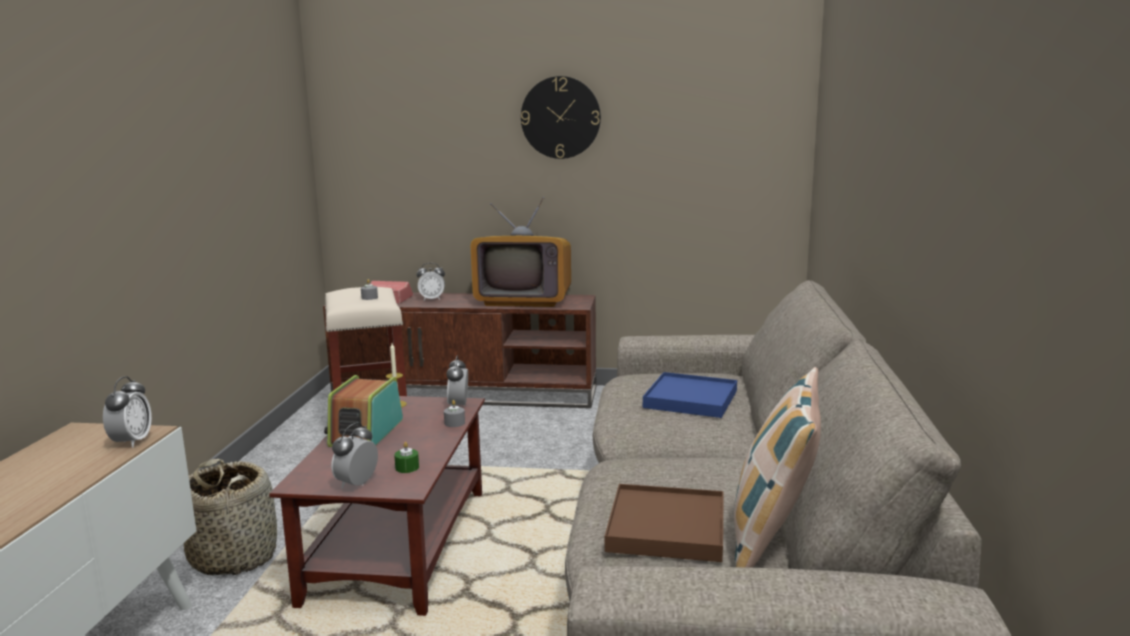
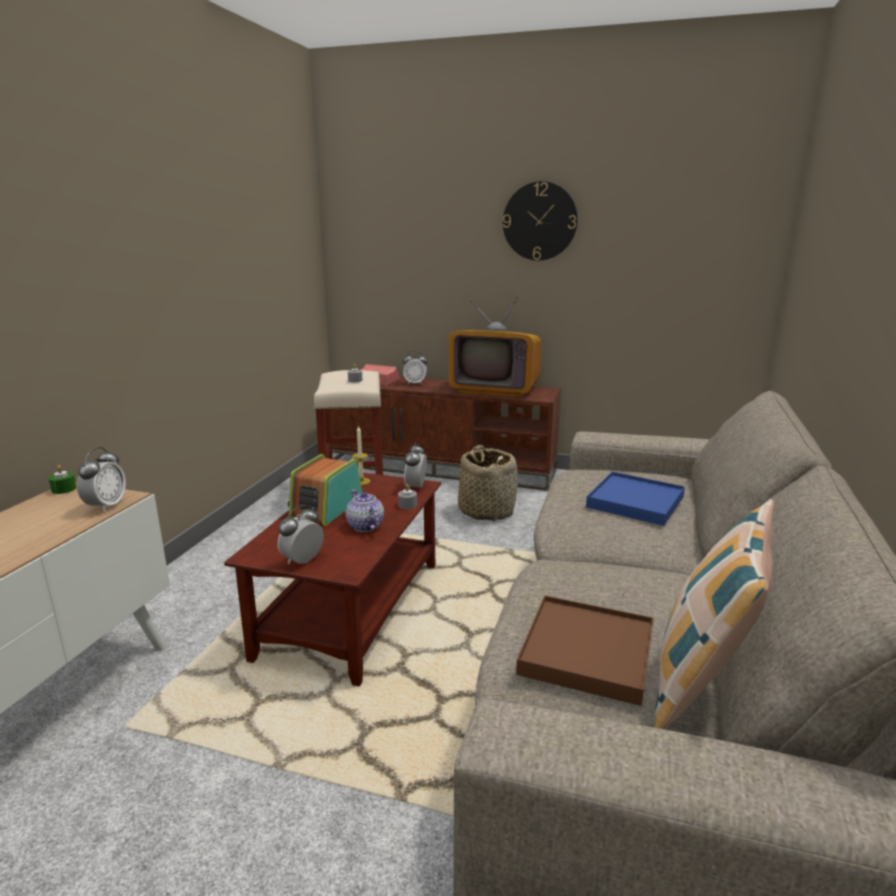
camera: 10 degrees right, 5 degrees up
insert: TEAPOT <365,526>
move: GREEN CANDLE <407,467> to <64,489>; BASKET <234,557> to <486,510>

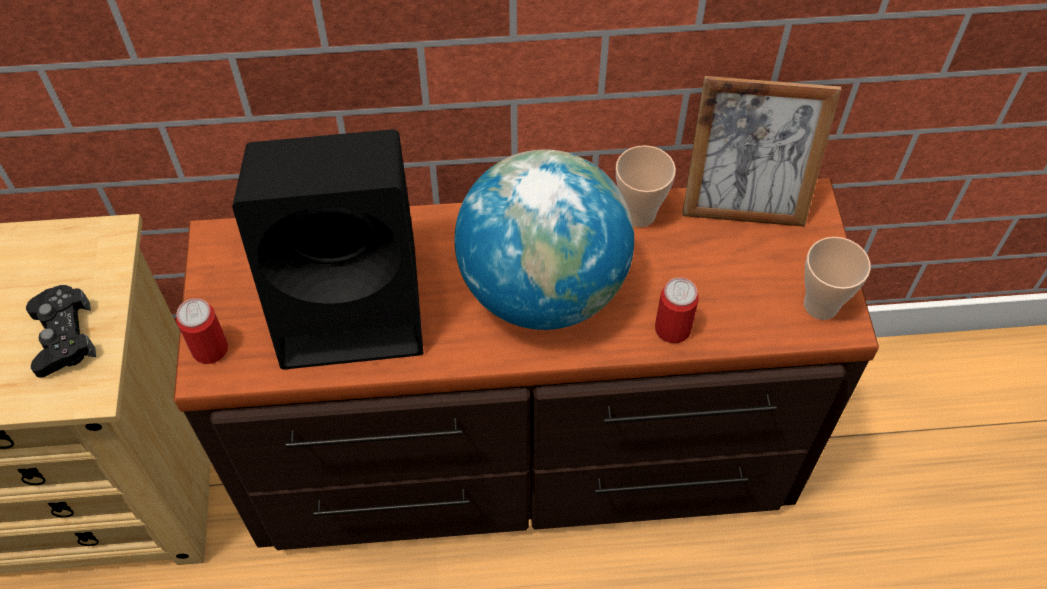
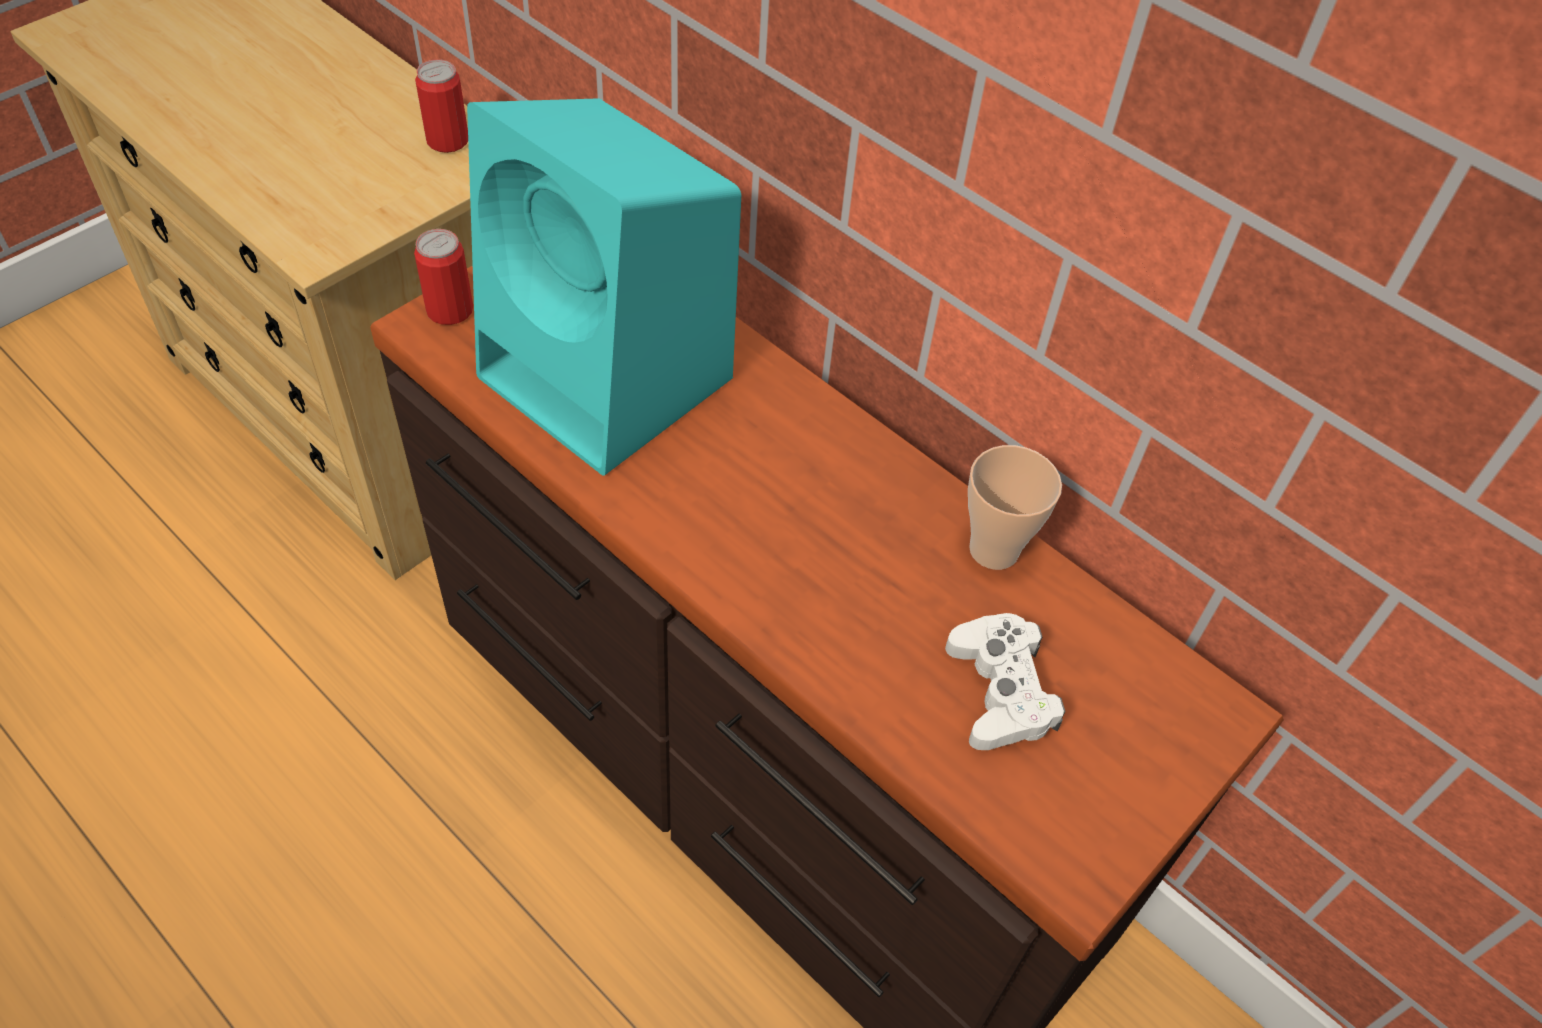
camera: 45 degrees right, 5 degrees down
delete: BLACK GAME CONTROLLER <63,337>; GLOBE <542,288>; PICTURE FRAME <743,207>; CUP <821,305>
insert: WHITE GAME CONTROLLER <1000,691>
move: CAN <672,328> to <448,140>
recolor: BLACK SPEAKER <355,302> to TURQUOISE SPEAKER <612,380>

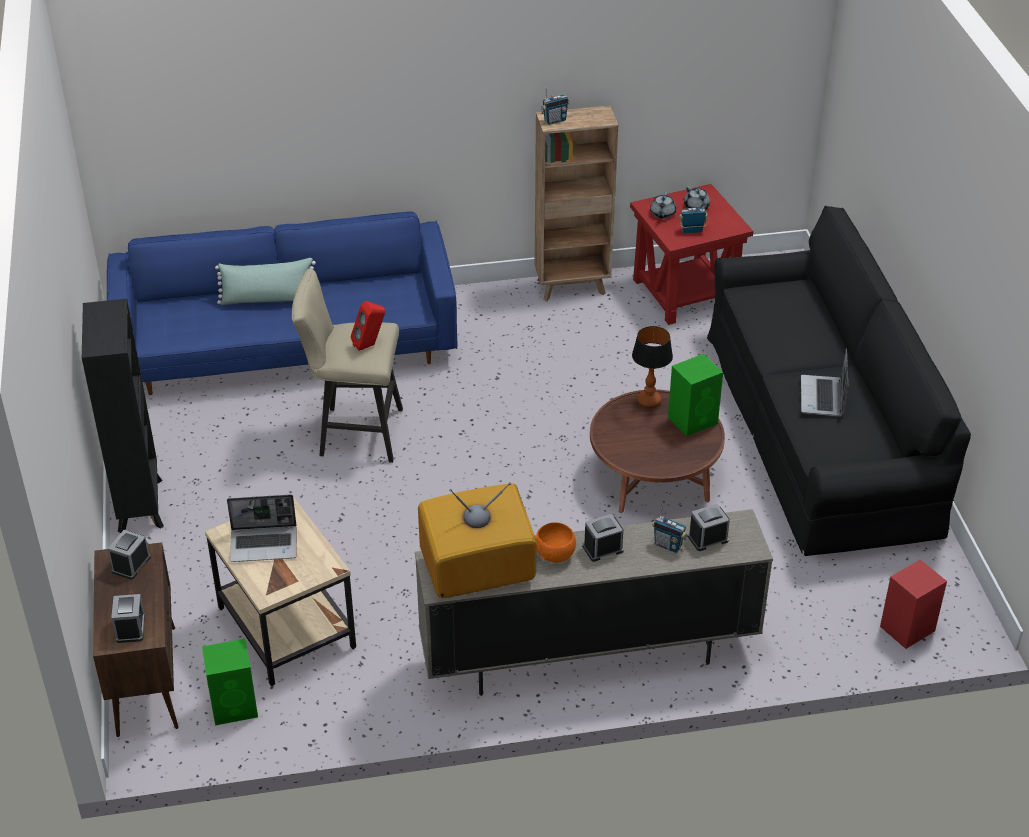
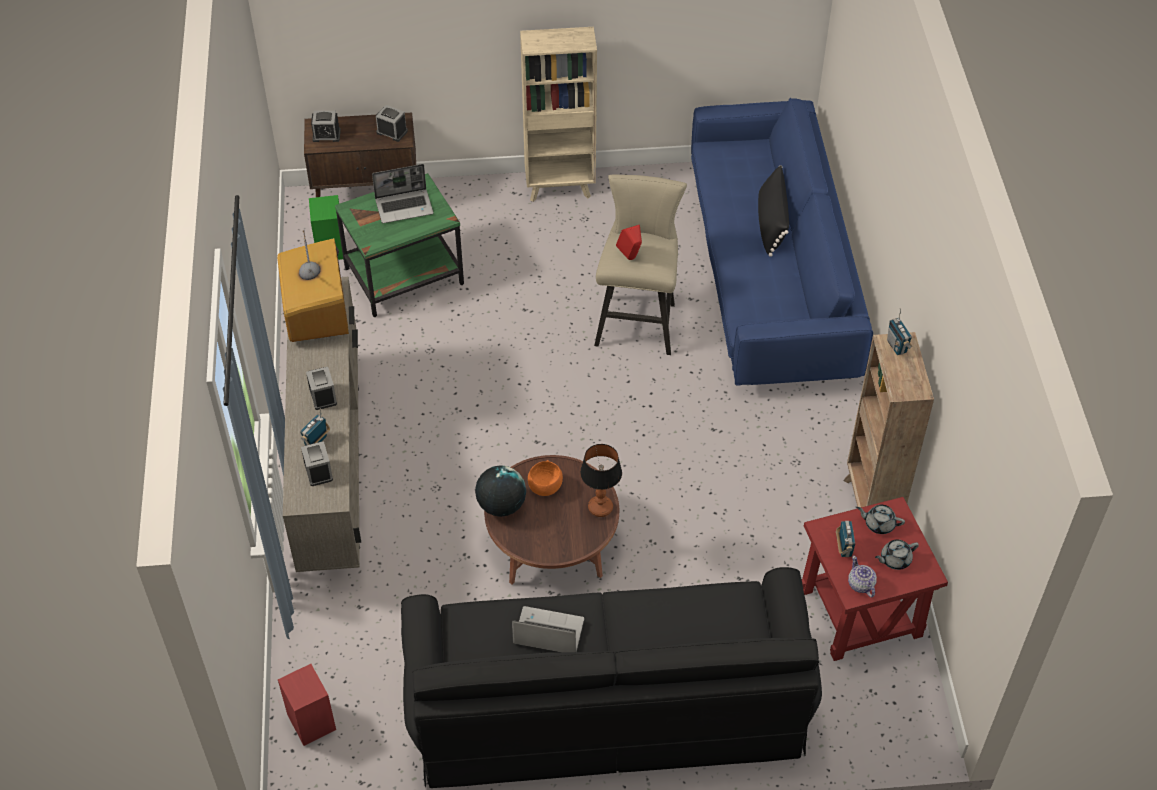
camera: 95 degrees right, 10 degrees up
delete: GREEN SPEAKER <693,420>
insert: GLOBE <501,505>; TEAPOT <860,585>
move: ORANGE BOWL <555,555> to <545,488>
recolor: BEIGE SIDE TABLE <285,629> to GREEN SIDE TABLE <404,276>; BLACK BOOKCASE <140,504> to BEIGE BOOKCASE <560,187>; GREEN PILLOW <268,300> to BLACK PILLOW <771,223>
rotate: LAPTOP <264,544> = <405,206> 105 degrees counterclockwise

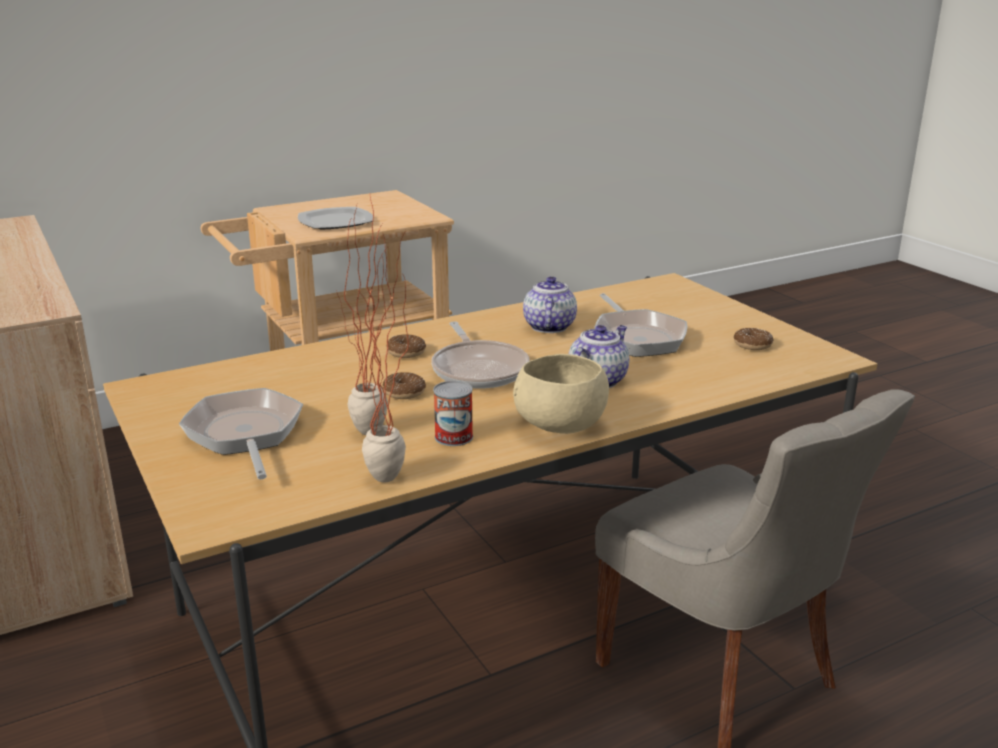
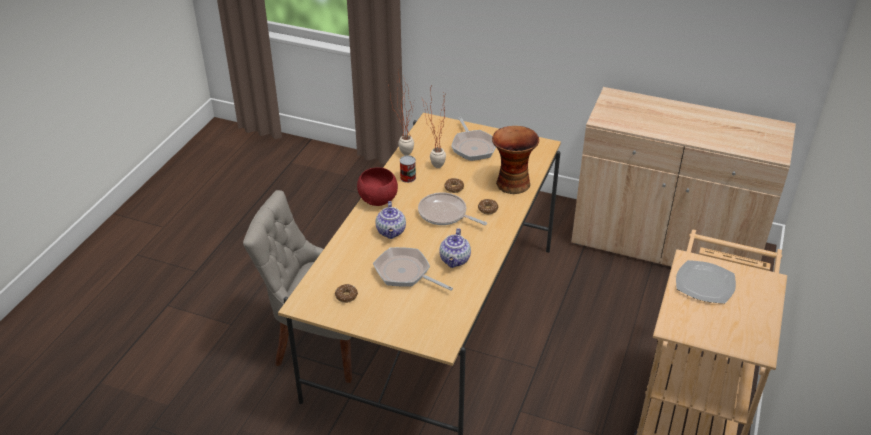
camera: 140 degrees right, 15 degrees up
insert: VASE <512,183>
recolor: BEIGE BOWL <559,427> to RED BOWL <378,199>
rotate: TEAPOT <548,326> = <455,260> 45 degrees clockwise; FRYING PAN <245,435> = <473,146> 45 degrees clockwise

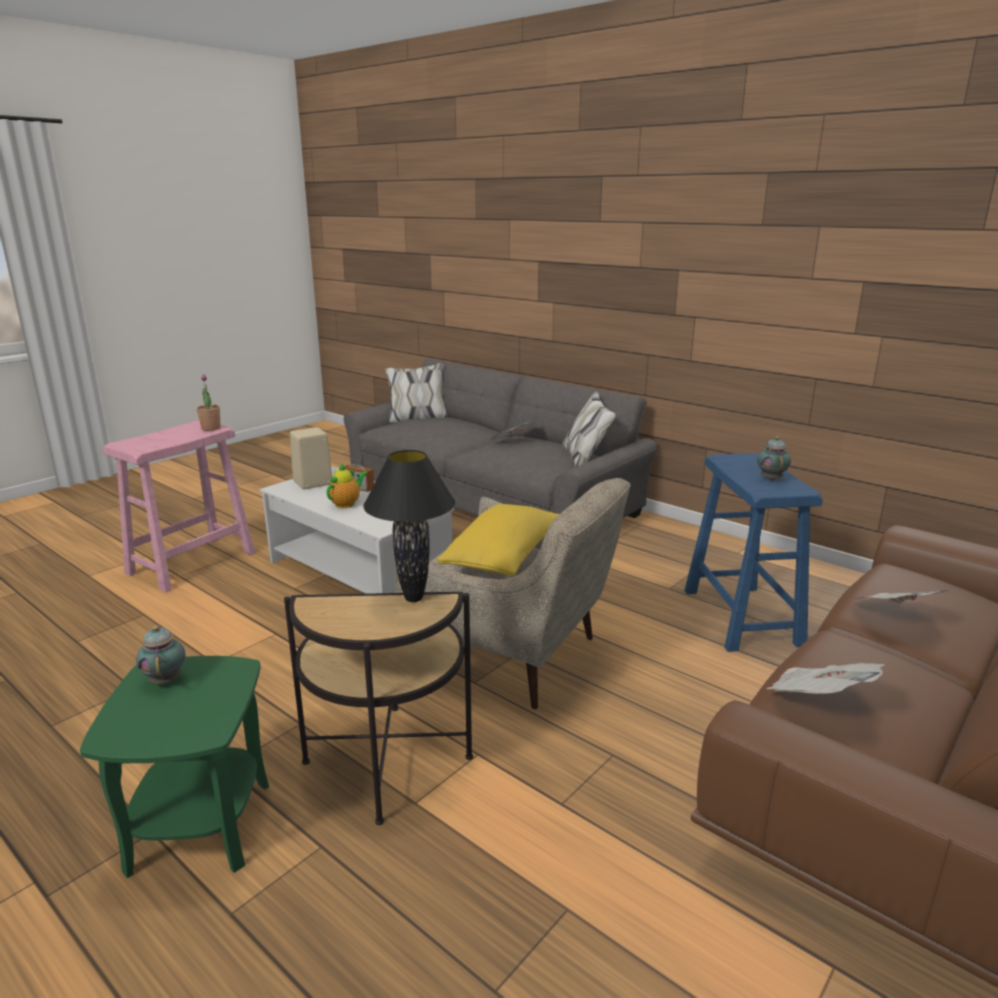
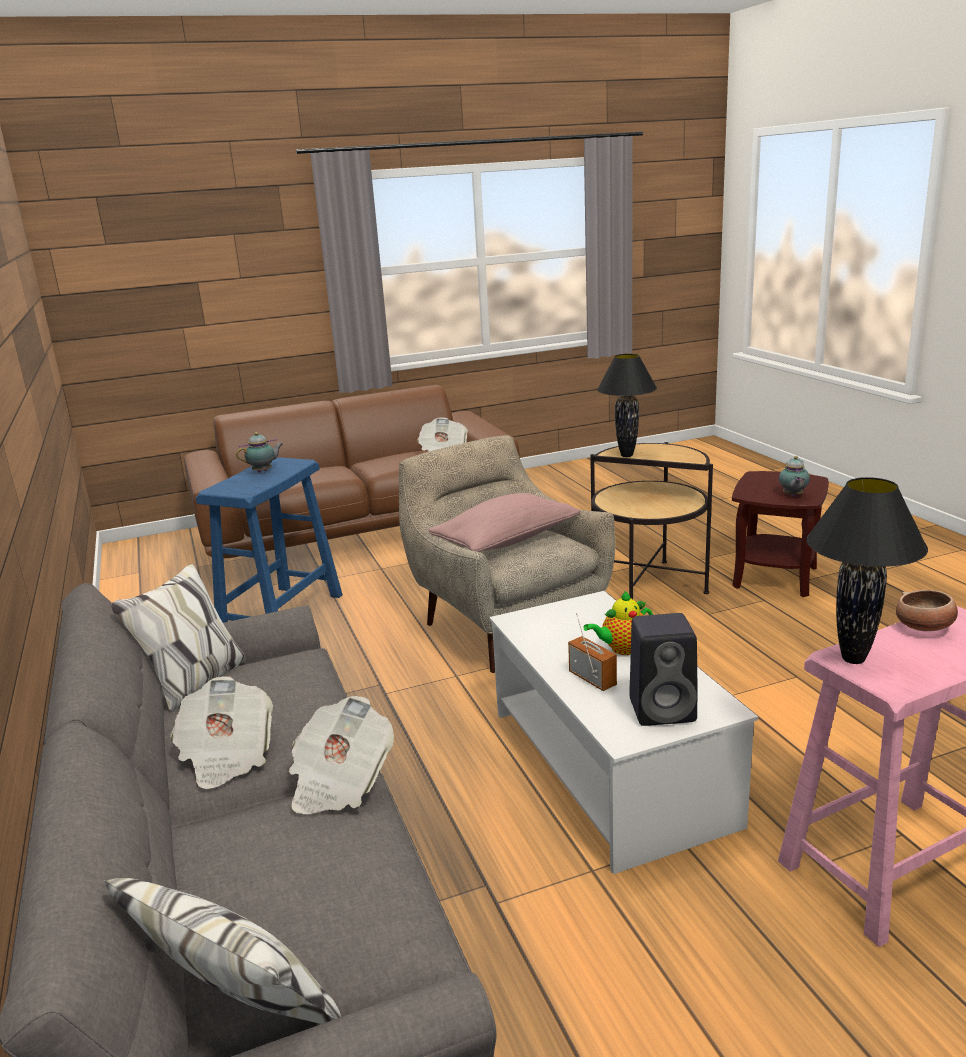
camera: 150 degrees left, 0 degrees up
insert: BOWL <924,627>
move: NEWSPAPER <892,615> to <340,781>
replace: POTTED PLANT <211,428> to BLACK TABLE LAMP <852,658>
recolor: YELLOW PILLOW <504,557> to PINK PILLOW <506,541>; BEIGE SPEAKER <311,483> to BLACK SPEAKER <664,709>; GREEN SIDE TABLE <201,826> to BROWN SIDE TABLE <774,577>
rotate: TEAPOT <771,478> = <264,471> 150 degrees counterclockwise

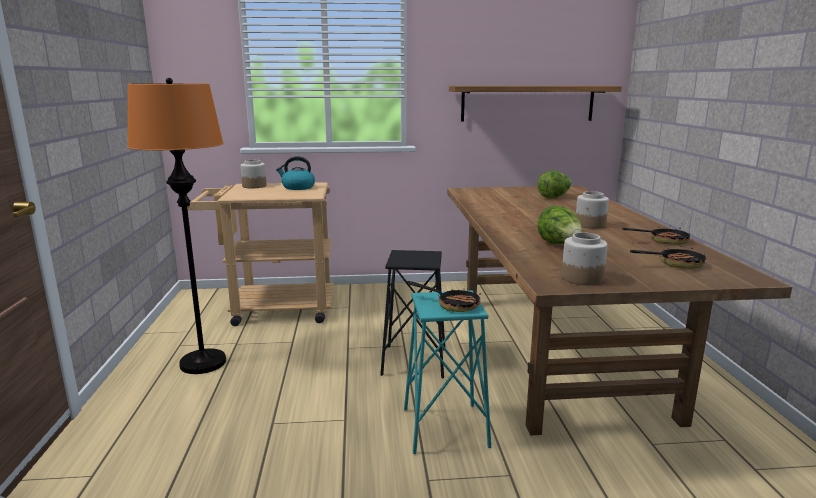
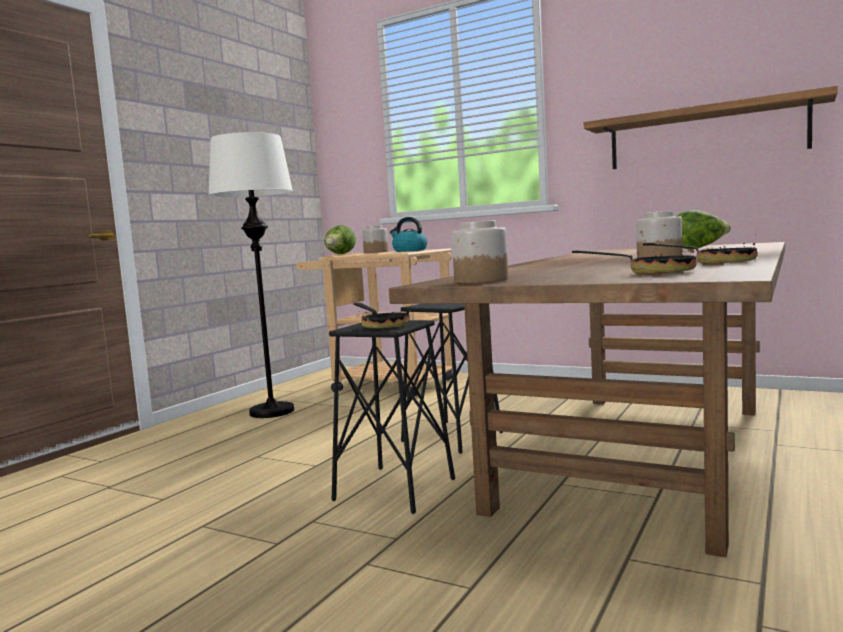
camera: 35 degrees right, 10 degrees down
move: LETTUCE <559,245> to <340,254>
recolor: ORANGE FLOOR LAMP <203,362> to WHITE FLOOR LAMP <272,411>; TURQUOISE STOOL <445,427> to BLACK STOOL <395,489>

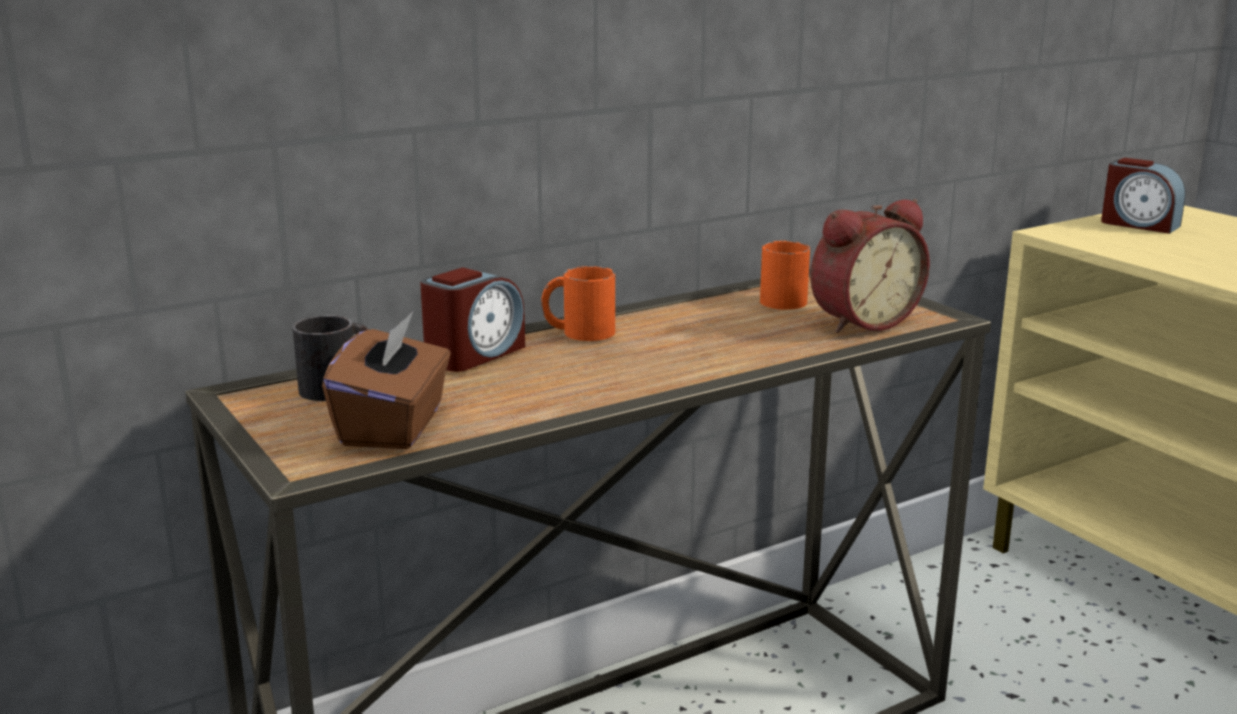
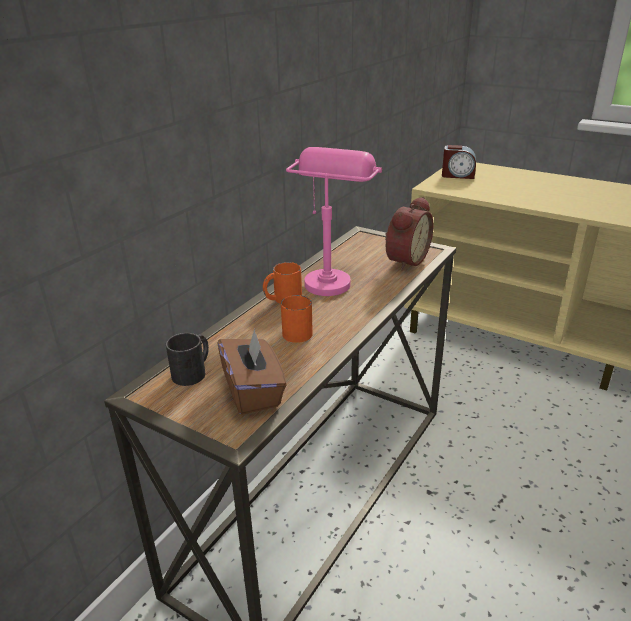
camera: 25 degrees left, 10 degrees up
delete: ALARM CLOCK <474,354>
insert: PINK TABLE LAMP <331,277>
move: ORANGE MUG <784,299> to <296,330>

